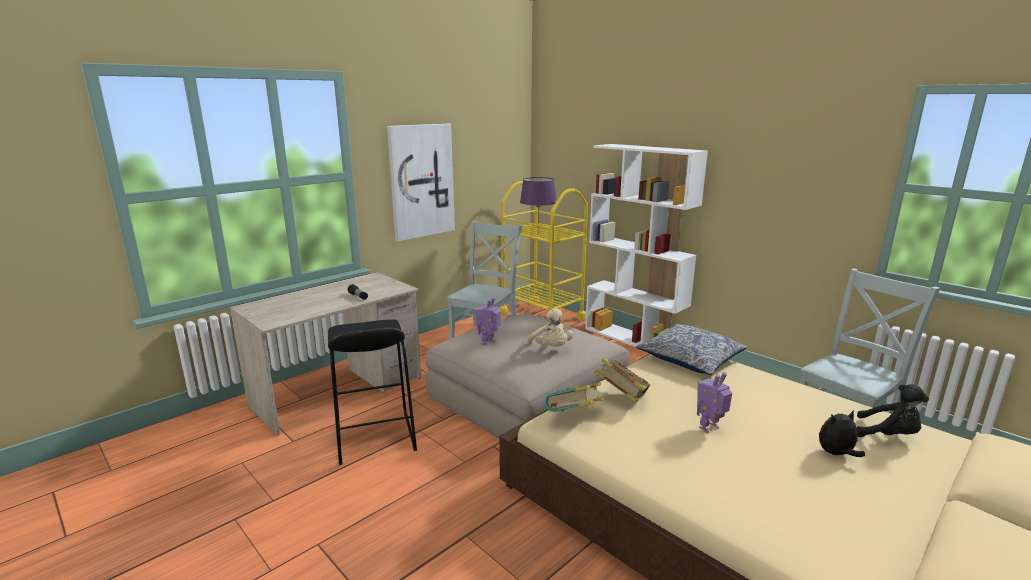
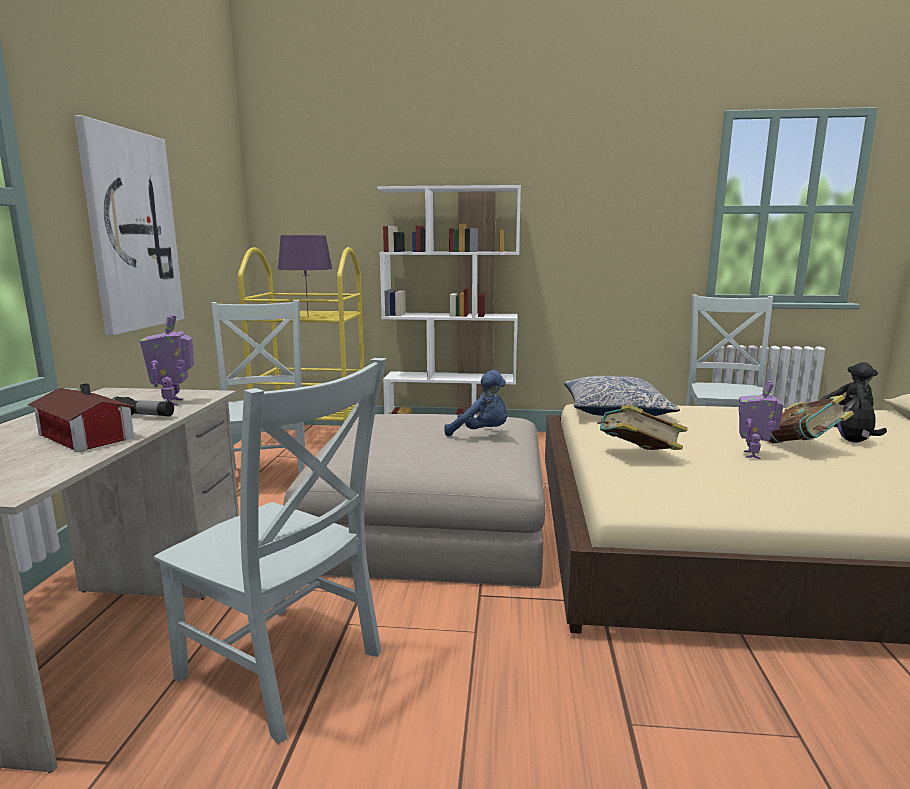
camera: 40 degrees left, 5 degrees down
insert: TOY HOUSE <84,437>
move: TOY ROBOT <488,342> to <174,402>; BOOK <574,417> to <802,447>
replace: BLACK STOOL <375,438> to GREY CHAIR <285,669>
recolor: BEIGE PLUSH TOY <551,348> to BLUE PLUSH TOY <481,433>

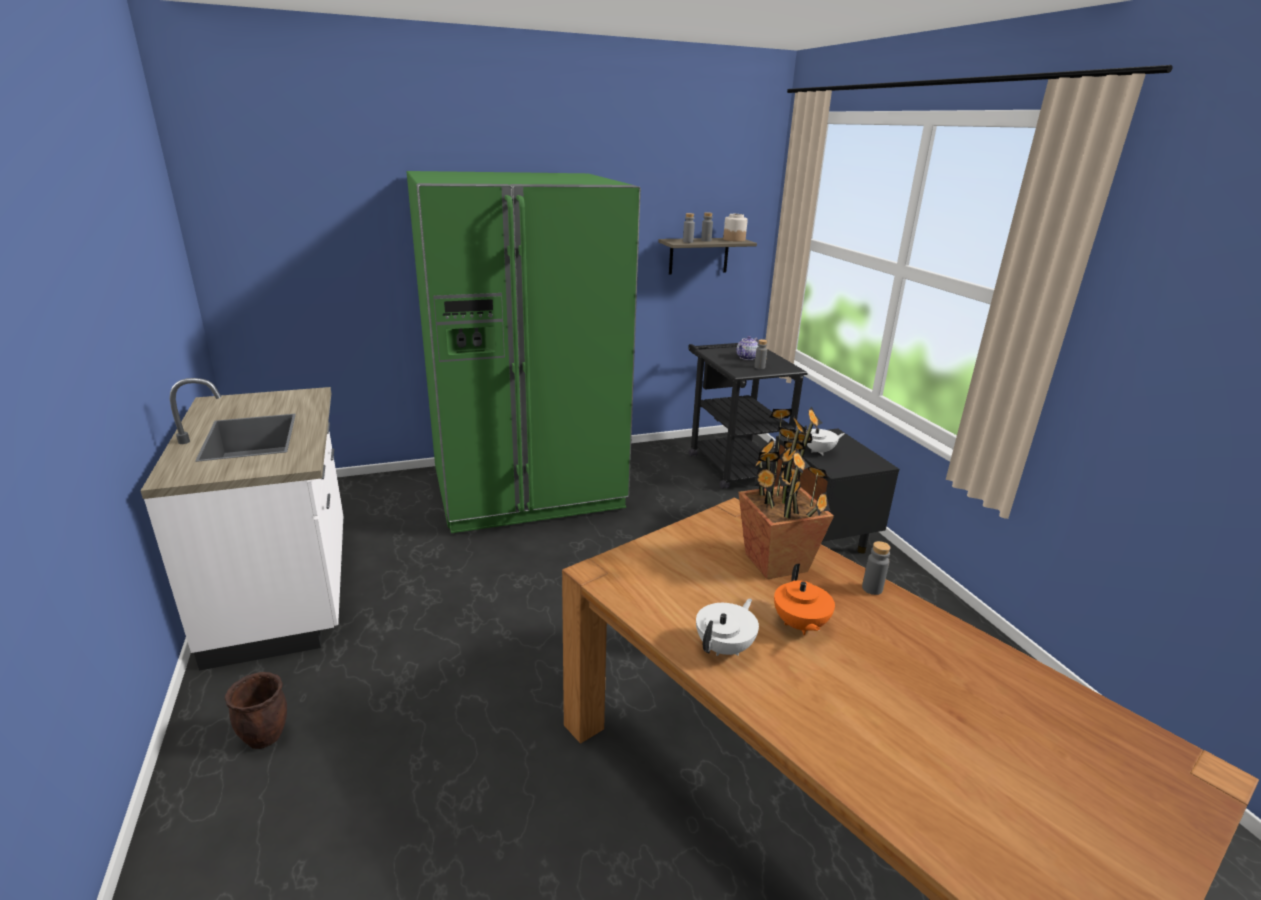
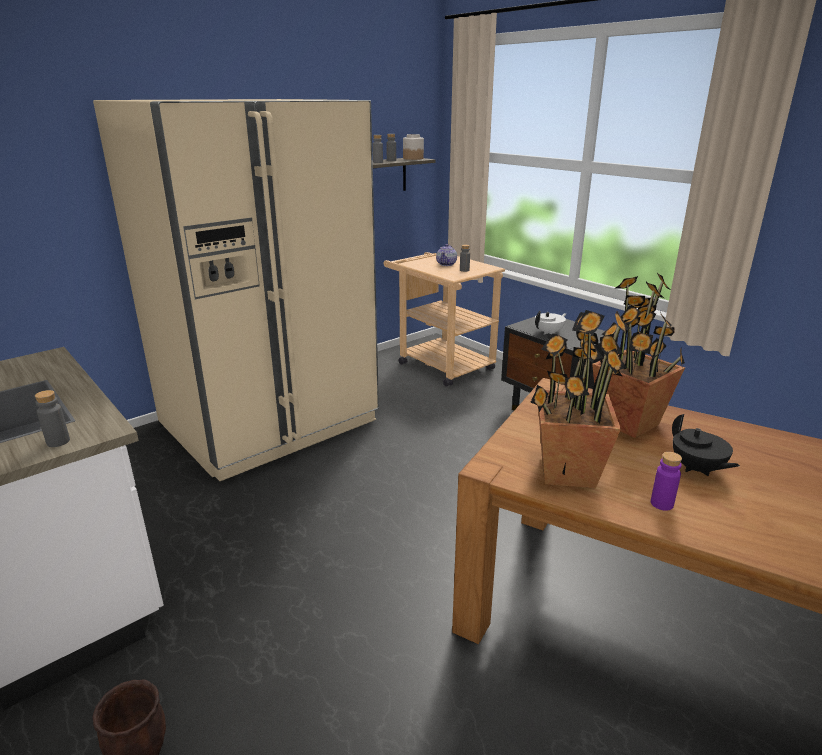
camera: 20 degrees left, 0 degrees up
insert: POTTED PLANT <567,471>
move: GREY BOTTLE <872,589> to <58,441>
replace: WHITE TEAPOT <725,647> to PURPLE BOTTLE <661,504>
recolor: GREEN FRIDGE <527,488> to BEIGE FRIDGE <268,422>; BLACK CART <732,463> to BEIGE CART <440,363>; ORANGE TEAPOT <799,625> to BLACK TEAPOT <696,469>

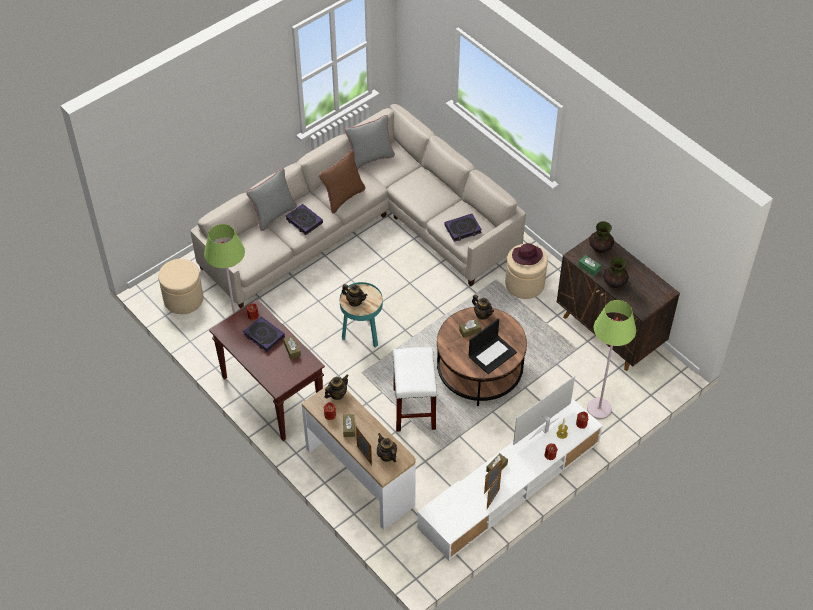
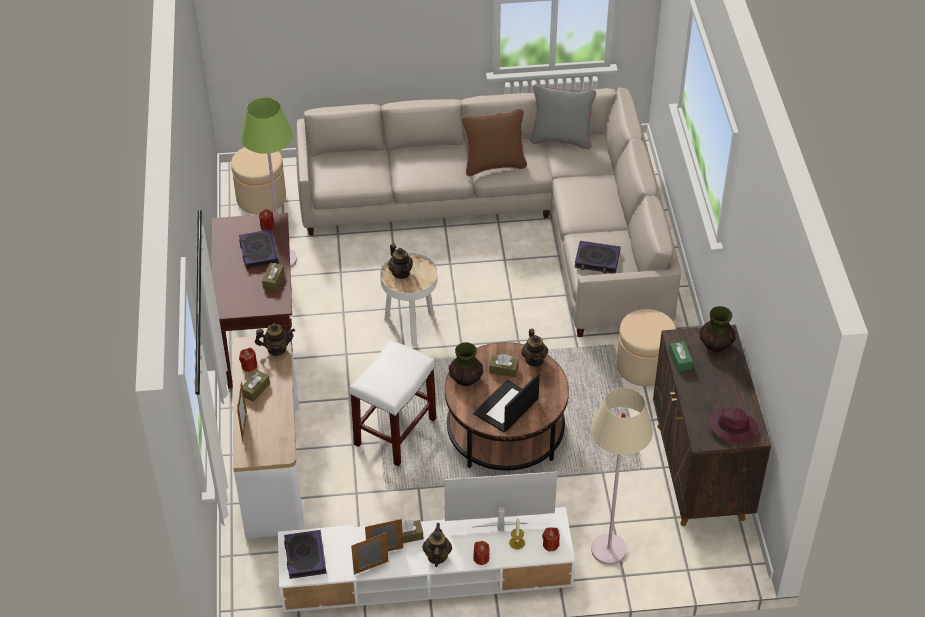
camera: 35 degrees right, 5 degrees down
delete: GREY PILLOW <273,215>
move: BOOK <304,221> to <305,557>; TEAPOT <386,455> to <437,556>; VASE <614,283> to <465,379>; PURPLE HAT <526,256> to <732,428>
recolor: TURQUOISE SIDE TABLE <362,334> to WHITE SIDE TABLE <410,325>; GREEN FLOOR LAMP <599,408> to BEIGE FLOOR LAMP <609,549>
rotate: LAPTOP <492,354> = <506,407> 135 degrees clockwise

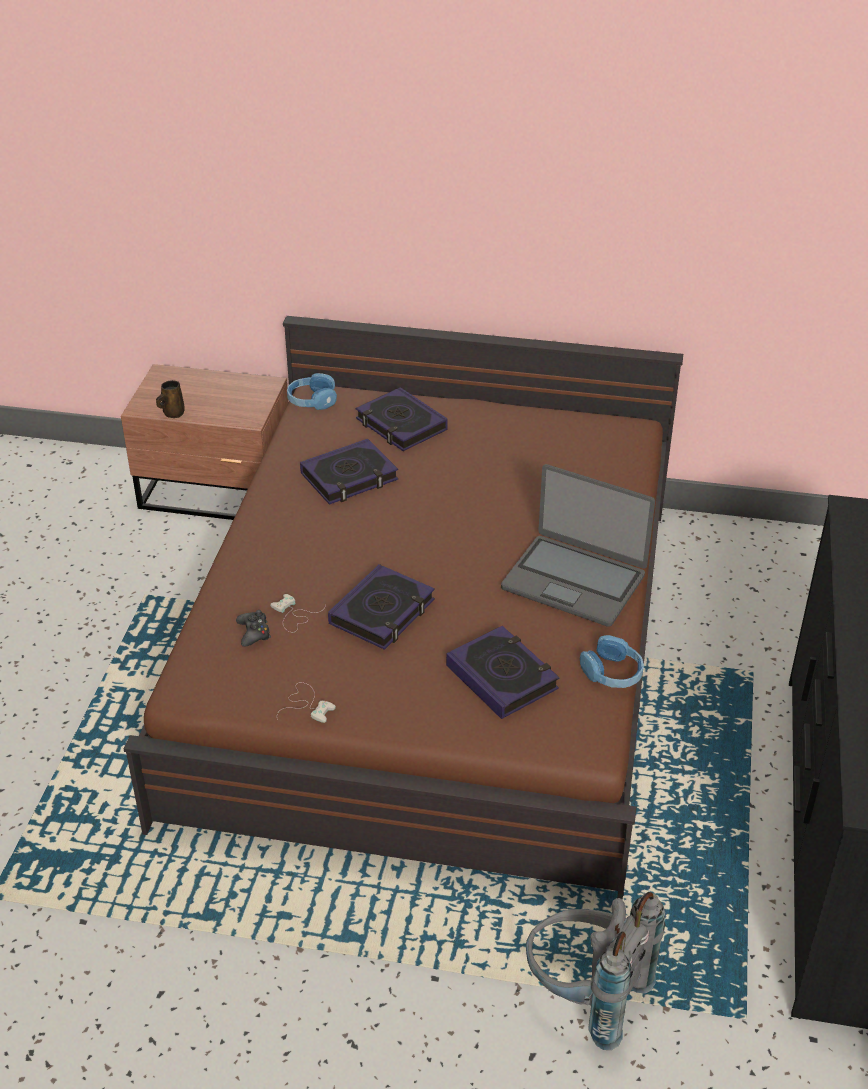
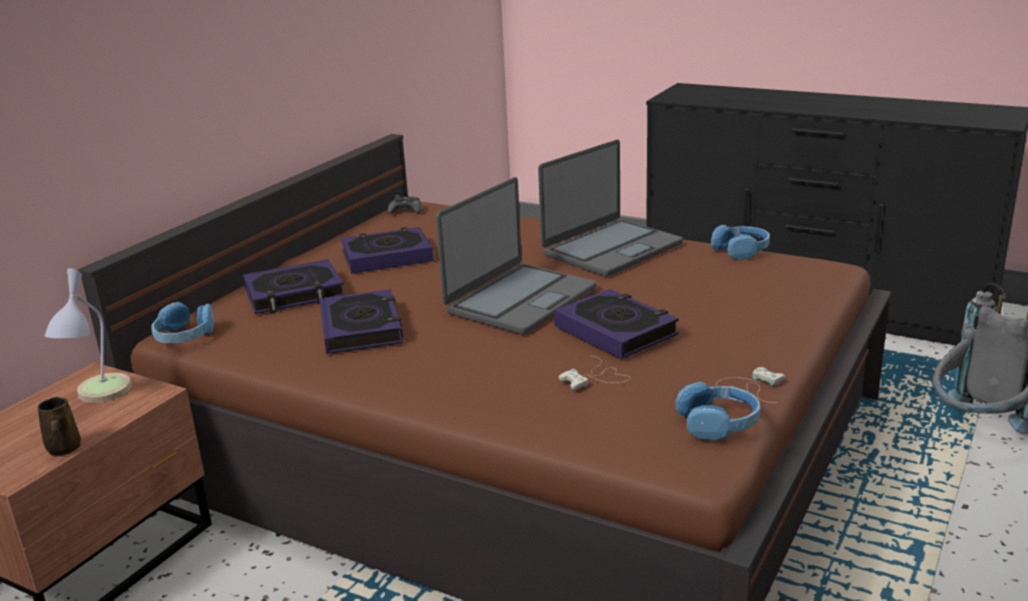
camera: 70 degrees left, 15 degrees down
insert: TABLE LAMP <97,395>; LAPTOP <520,300>; BLUE HEADPHONES <718,423>
move: BOOK <502,677> to <387,257>; BLACK GAME CONTROLLER <254,633> to <405,211>

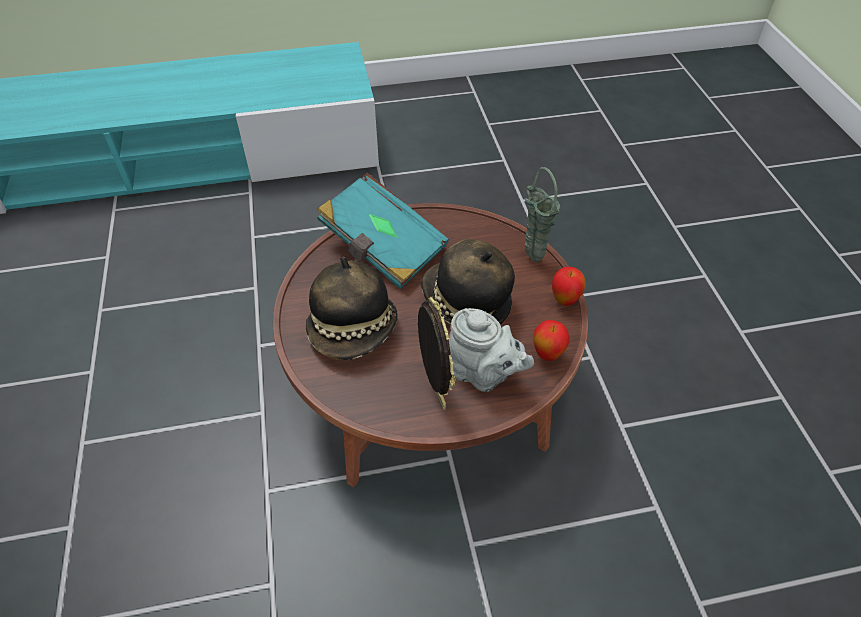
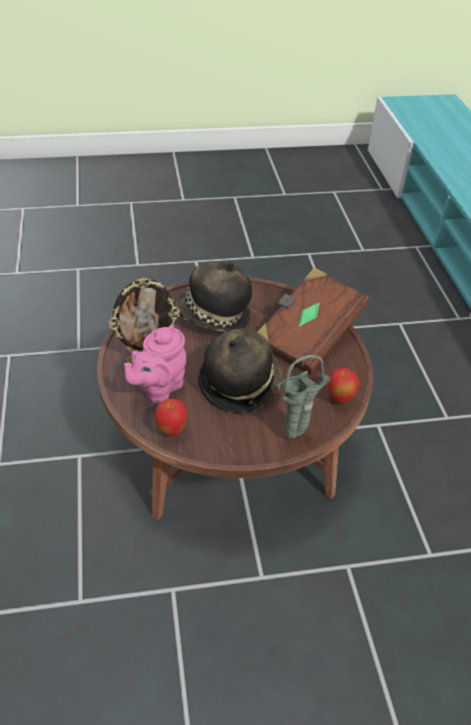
camera: 90 degrees right, 5 degrees down
move: APPLE <565,300> to <339,399>
recolor: GREY TEAPOT <483,374> to PINK TEAPOT <158,388>; TURQUOISE BOOK <383,248> to BROWN BOOK <307,335>

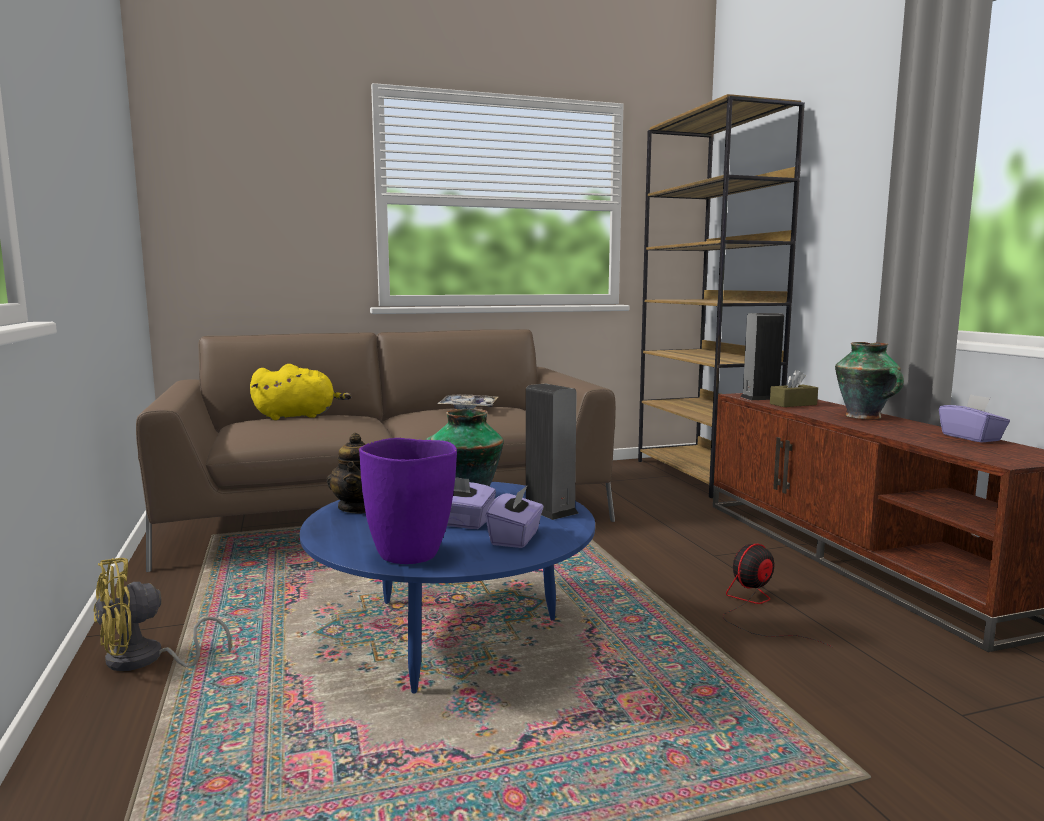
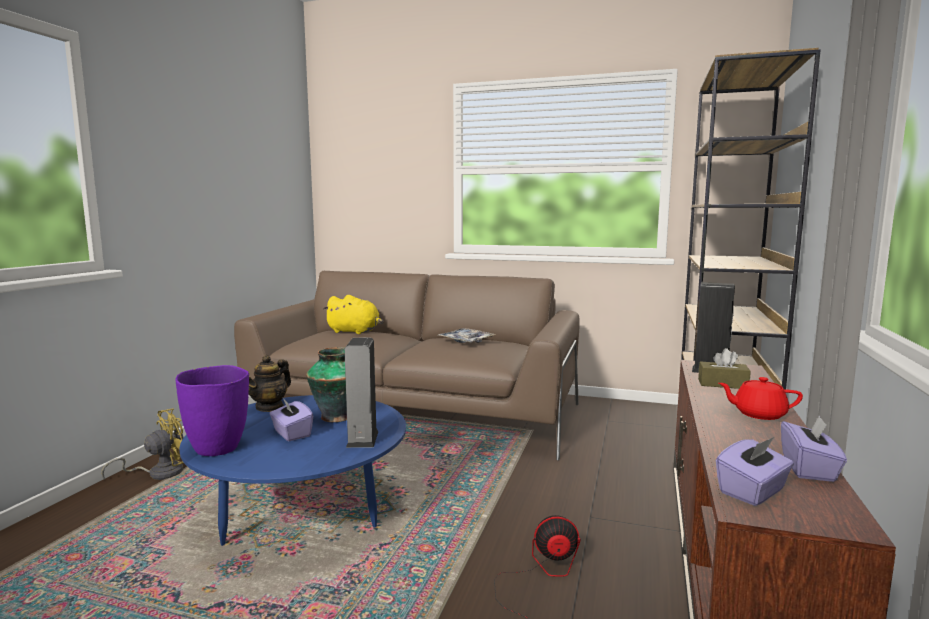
camera: 35 degrees right, 0 degrees up
move: PURPLE TISSUE BOX <516,538> to <753,491>
replace: VASE <864,417> to RED TEAPOT <758,414>
rotate: YELLOW FAN <145,660> = <159,473> 135 degrees clockwise

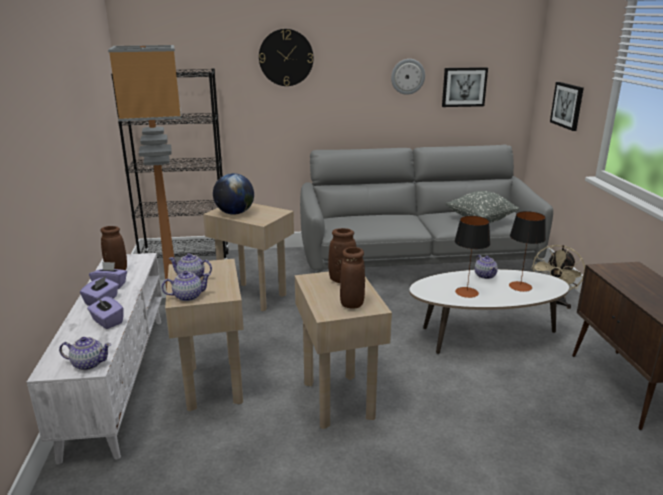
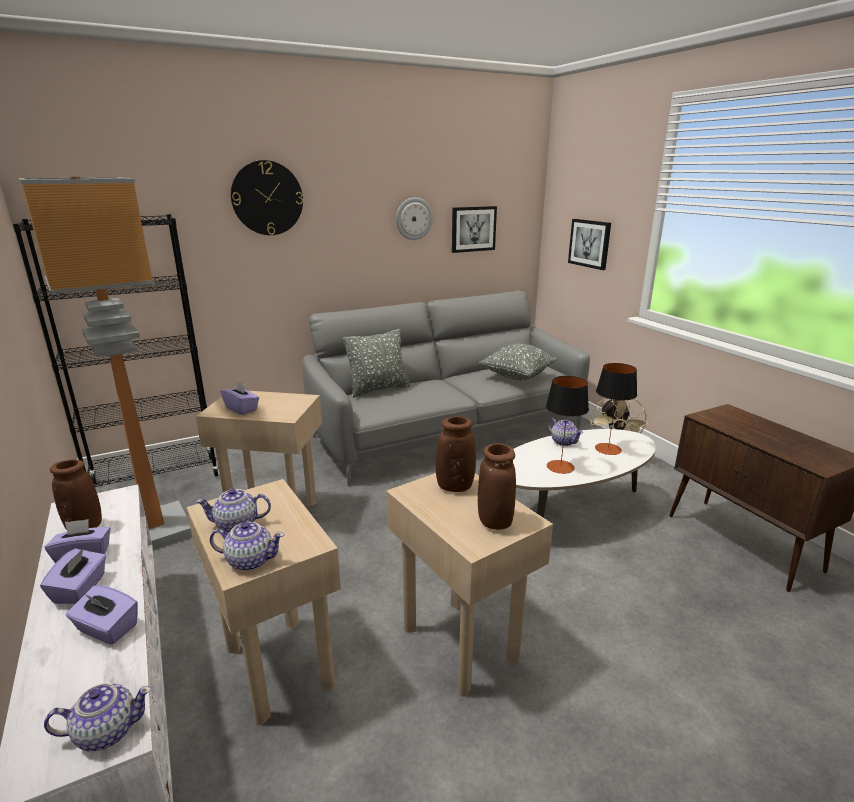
camera: 20 degrees left, 0 degrees up
insert: GREY PILLOW <378,389>
replace: GLOBE <234,213> to PURPLE TISSUE BOX <242,409>
rotate: TEAPOT <187,296> = <250,560> 45 degrees clockwise

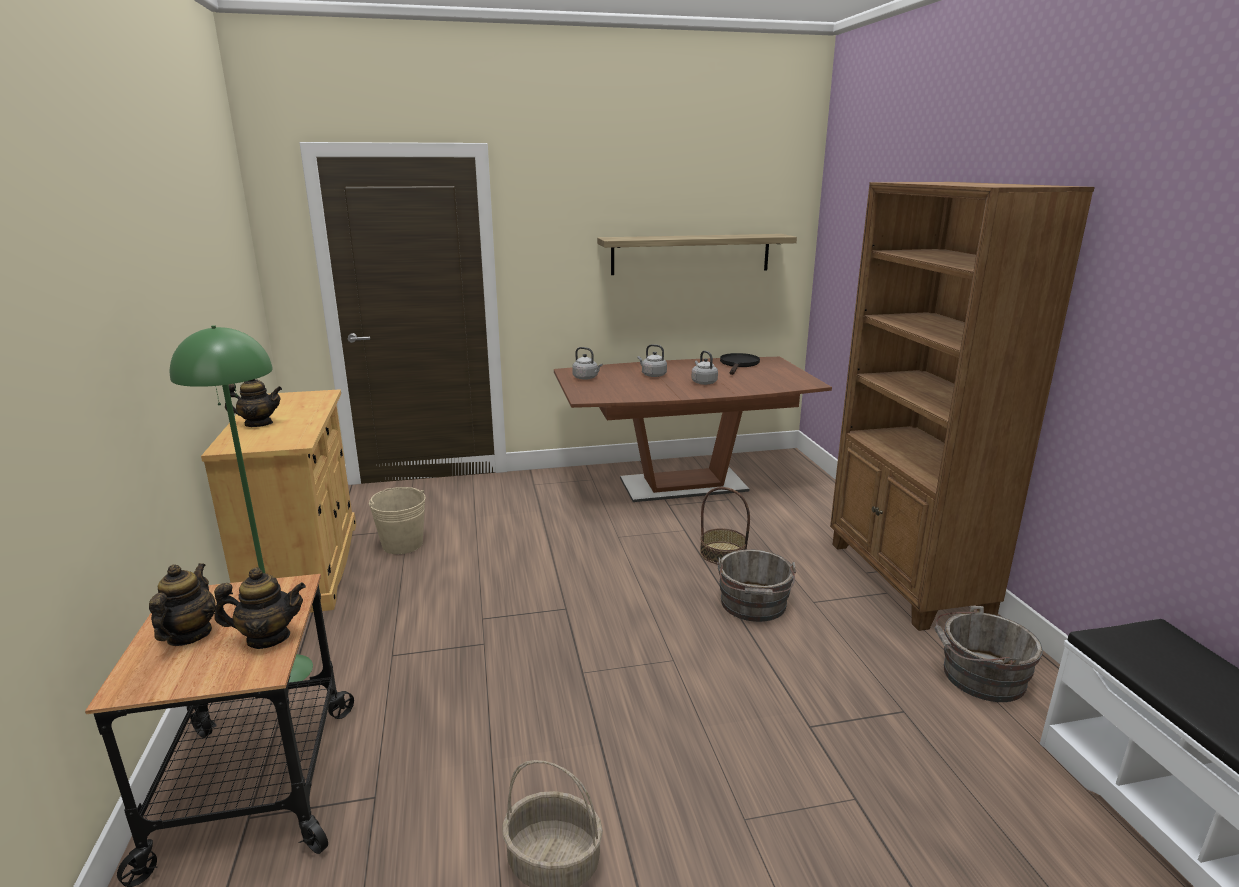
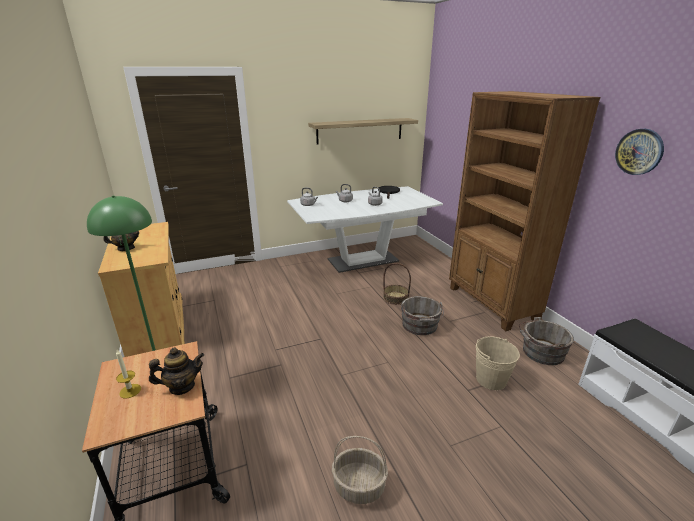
camera: 10 degrees left, 5 degrees up
insert: WALL CLOCK <639,152>
move: BEIGE BUCKET <402,544> to <491,379>
replace: TEAPOT <189,635> to CANDLE <130,391>
recolor: BROWN DINING TABLE <683,485> to WHITE DINING TABLE <363,260>

